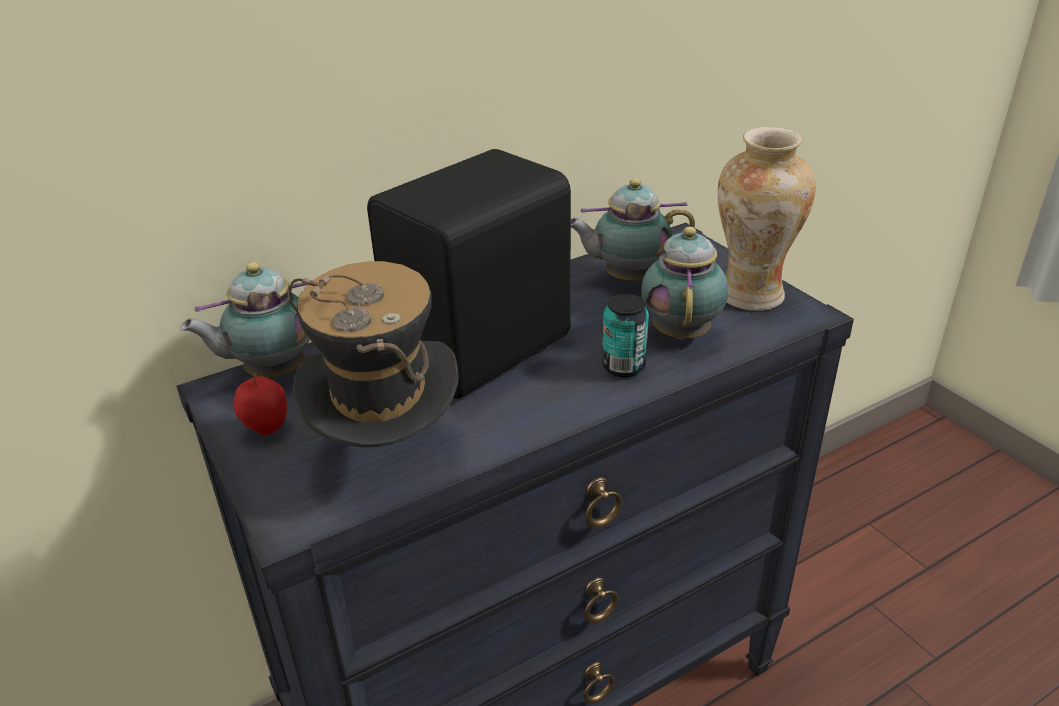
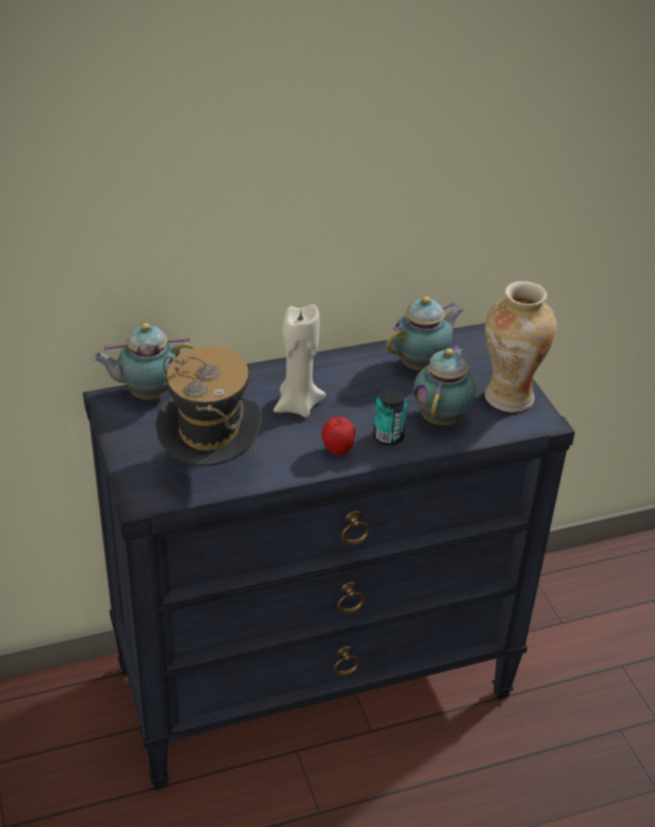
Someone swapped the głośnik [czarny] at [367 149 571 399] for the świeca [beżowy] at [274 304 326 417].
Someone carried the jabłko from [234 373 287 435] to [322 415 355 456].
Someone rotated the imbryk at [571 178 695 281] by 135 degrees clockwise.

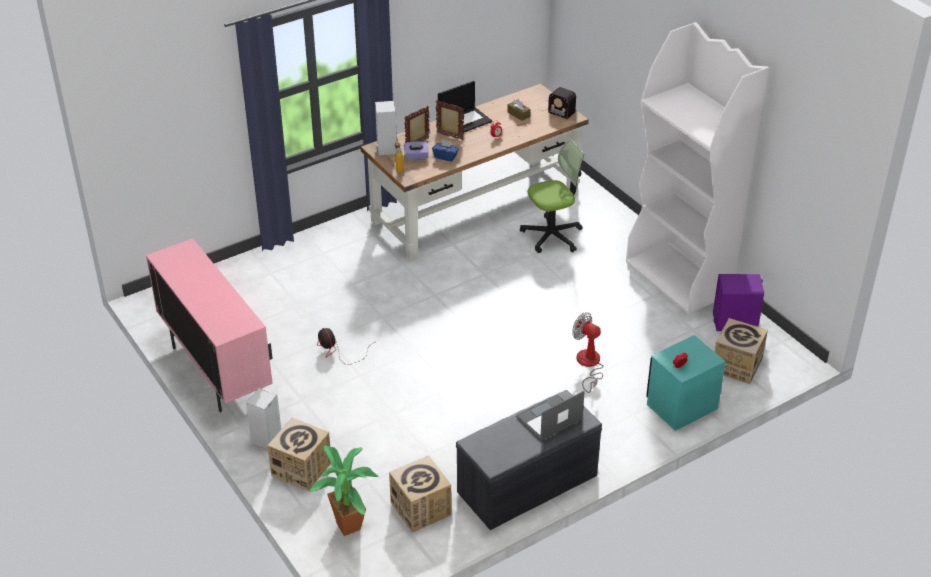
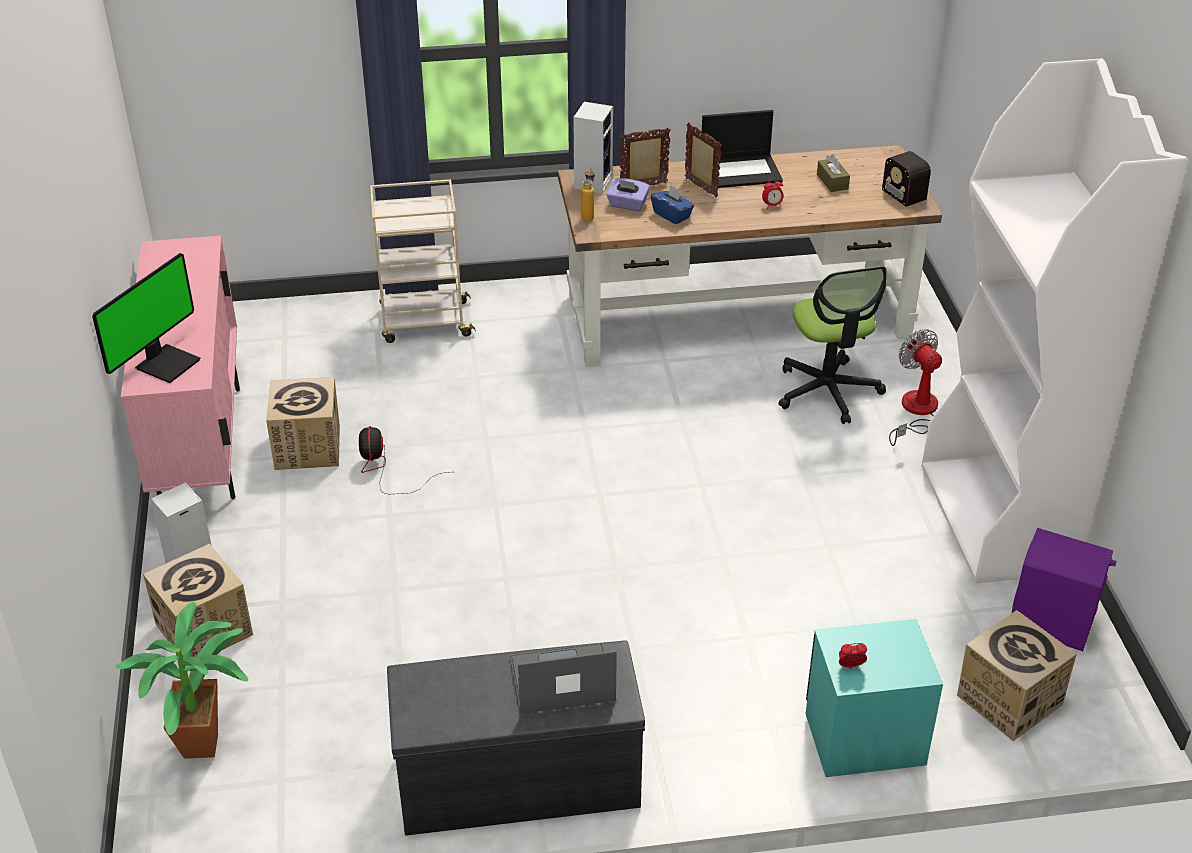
Someone put down the monitor at [92 253 201 383].
Someone carried the karton from [389 456 452 532] to [266 377 340 470].
Someone put down the wózek [beżowy] at [370 179 476 343].
Someone rotated the krzesło biurowe at [520 139 584 253] by 75 degrees clockwise.
Someone carried the wentylator from [572 312 603 393] to [889 329 942 446].

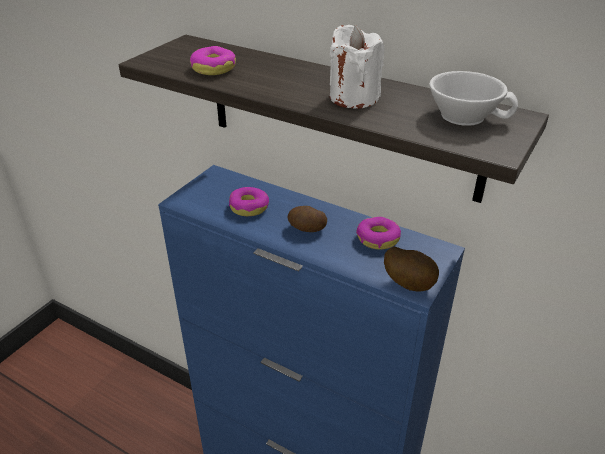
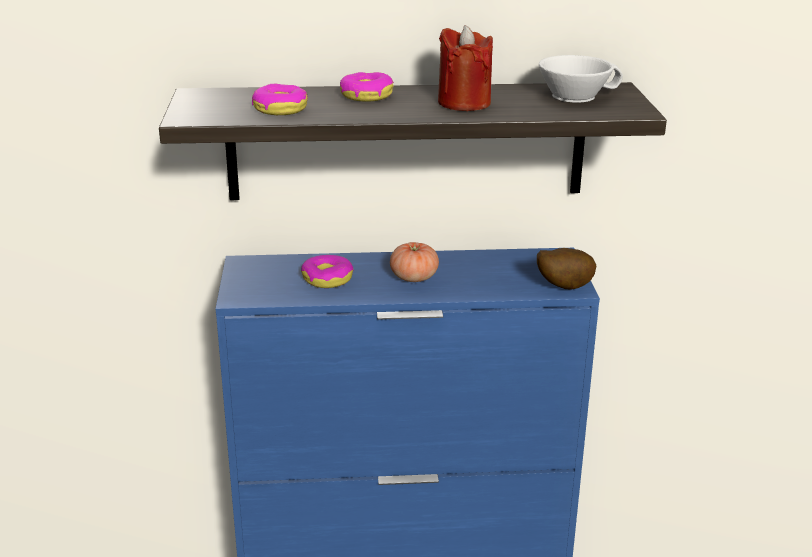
Someone carried the donut from [356 217 401 250] to [340 72 394 102].
Someone swapped the ziemniak at [288 206 327 232] for the pomidor at [390 242 439 282].
Someone repainted the świeca [biały] at [330 25 384 108], which became the świeca [czerwony] at [438 25 493 111].

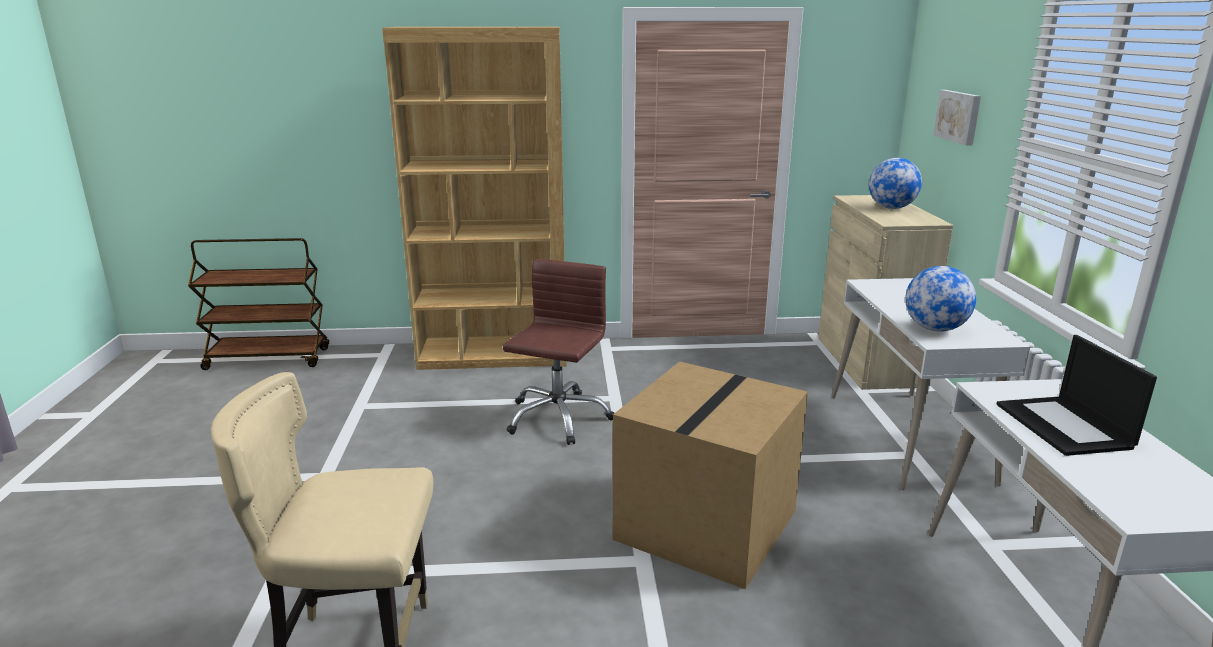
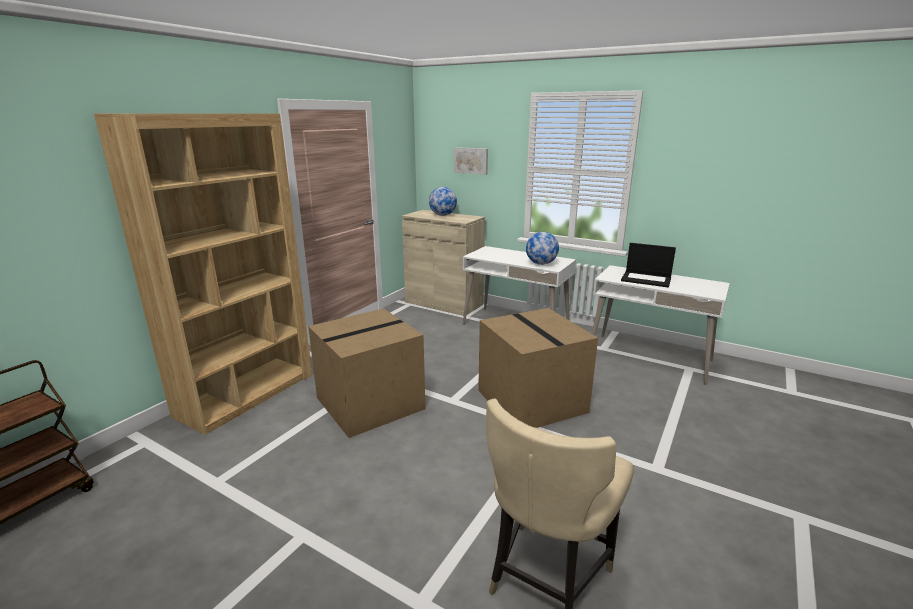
Someone swapped the krzesło biurowe [brązowy] at [503 259 614 445] for the karton at [308 308 426 438].

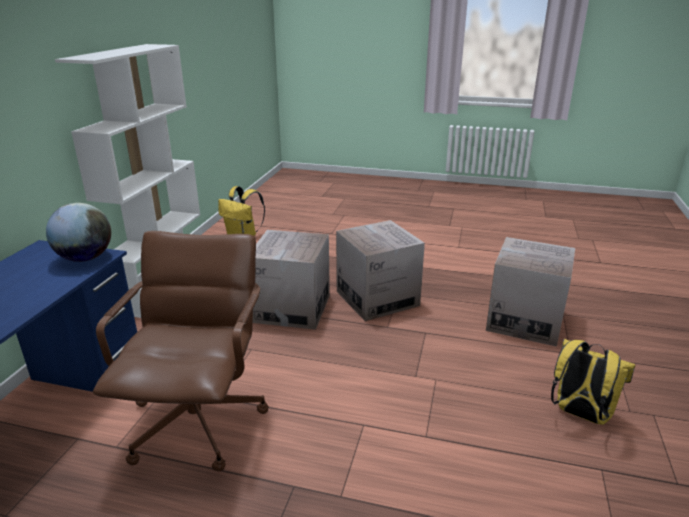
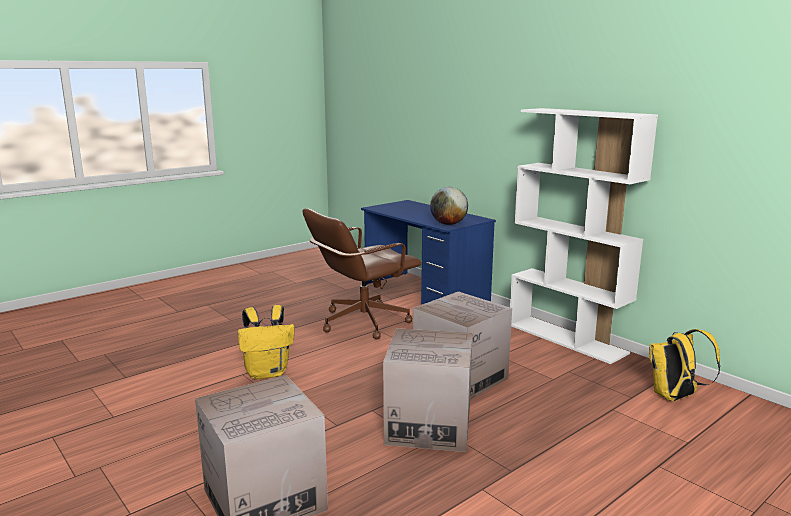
Someone carried the plecak [żółty] from [551 339 635 425] to [238 305 294 379].
Someone rotated the krzesło biurowe [brązowy] at [93 231 269 471] by 105 degrees clockwise.

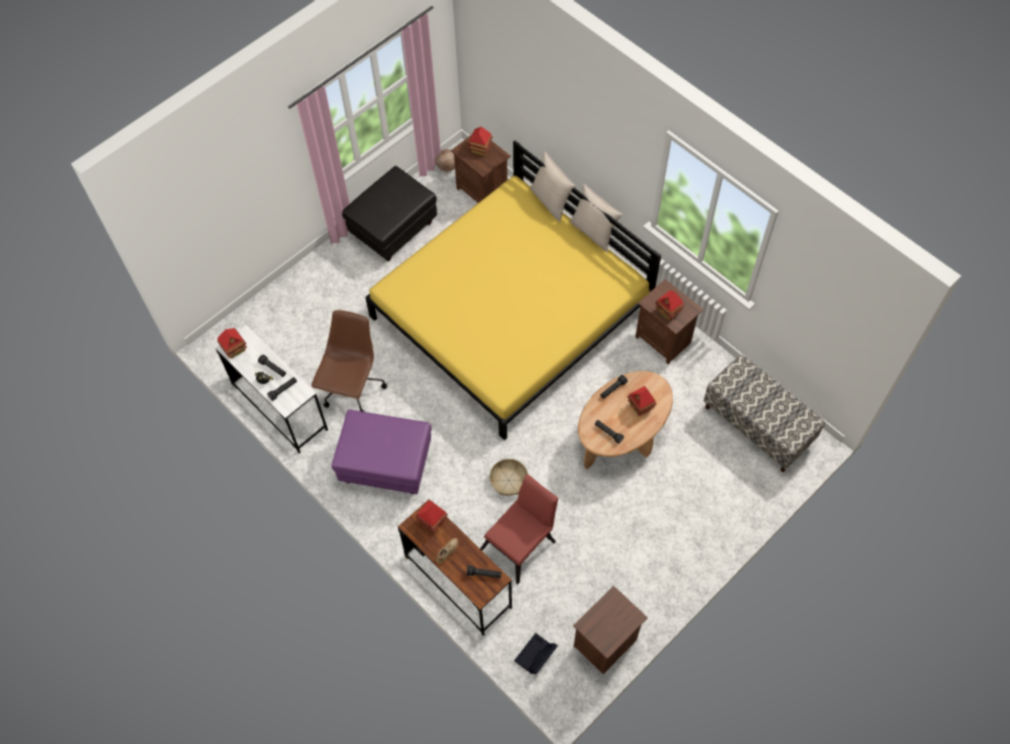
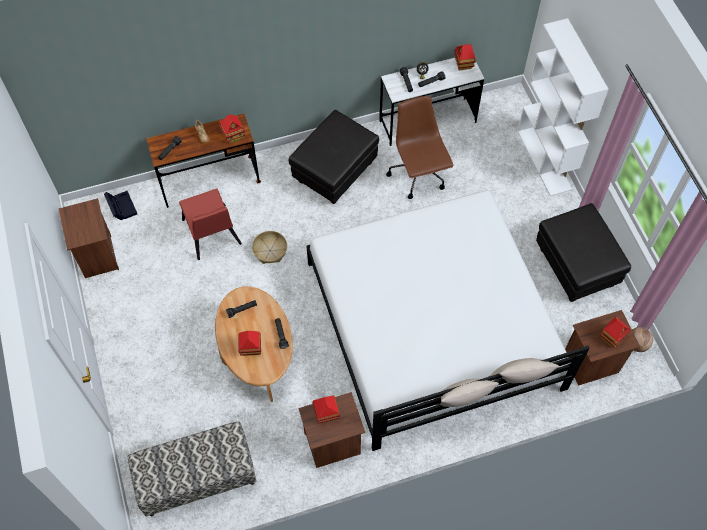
Someone repainted the pufa [fioletowy] at [332 410 432 494], which became the pufa [czarny] at [289 110 379 204].
Someone repainted the łóżko [żółty] at [365 141 661 441], which became the łóżko [biały] at [306 190 590 451].
Someone rotated the krzesło biurowe [brązowy] at [311 310 387 412] by 150 degrees counterclockwise.
Someone put down the regał [biały] at [517 18 608 196].

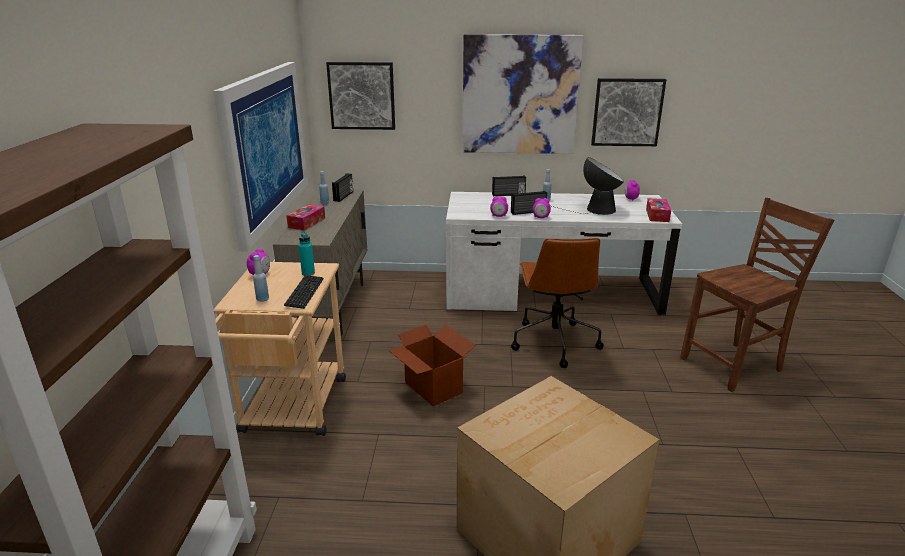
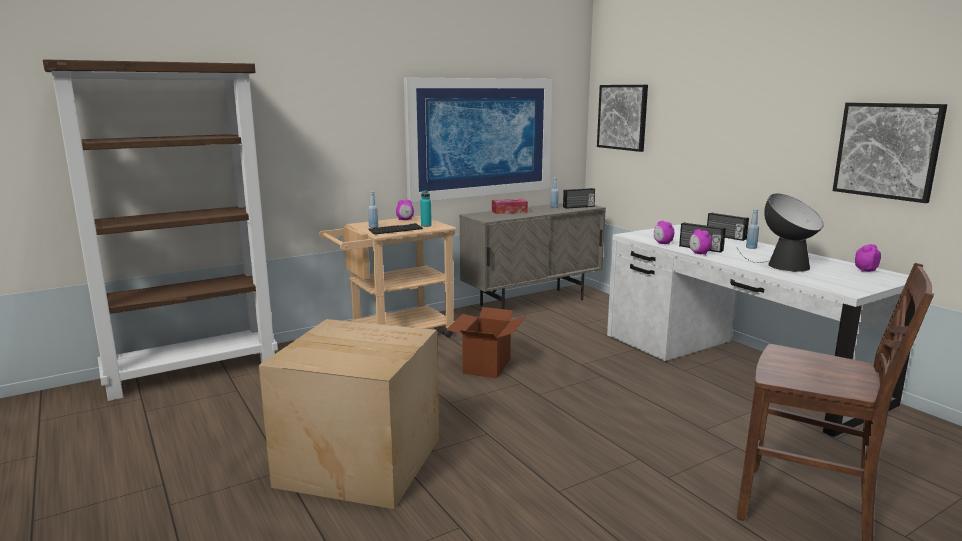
Someone took away the obraz at [463 34 584 154].
Someone took away the krzesło biurowe [brązowy] at [511 238 604 368].
Someone took away the pudełko chusteczek at [646 198 671 222].

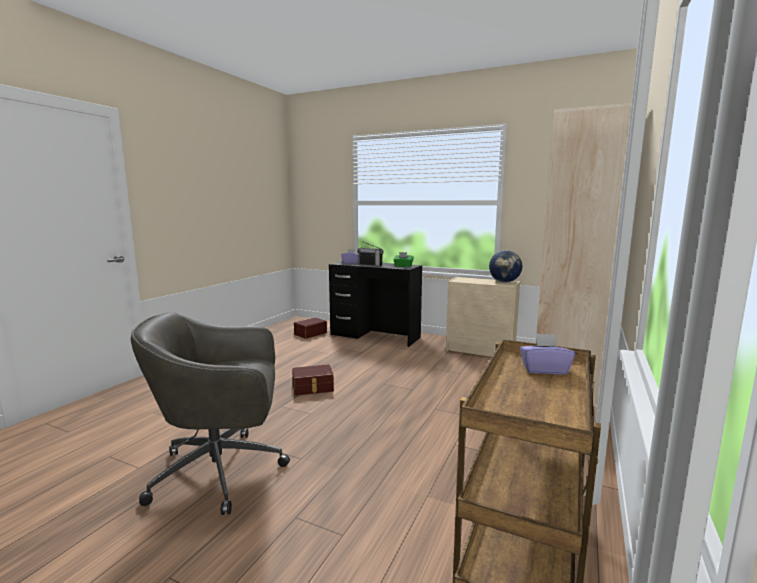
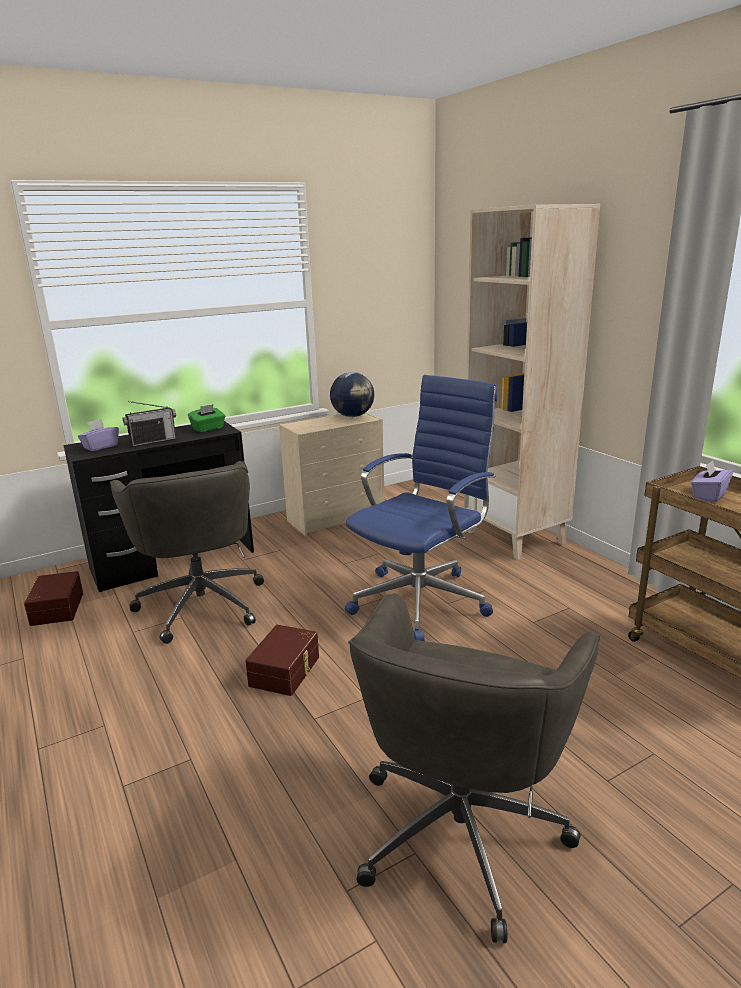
Someone put down the krzesło biurowe [szary] at [110 461 264 644].
Someone put down the krzesło biurowe [niebieski] at [345 375 497 641].

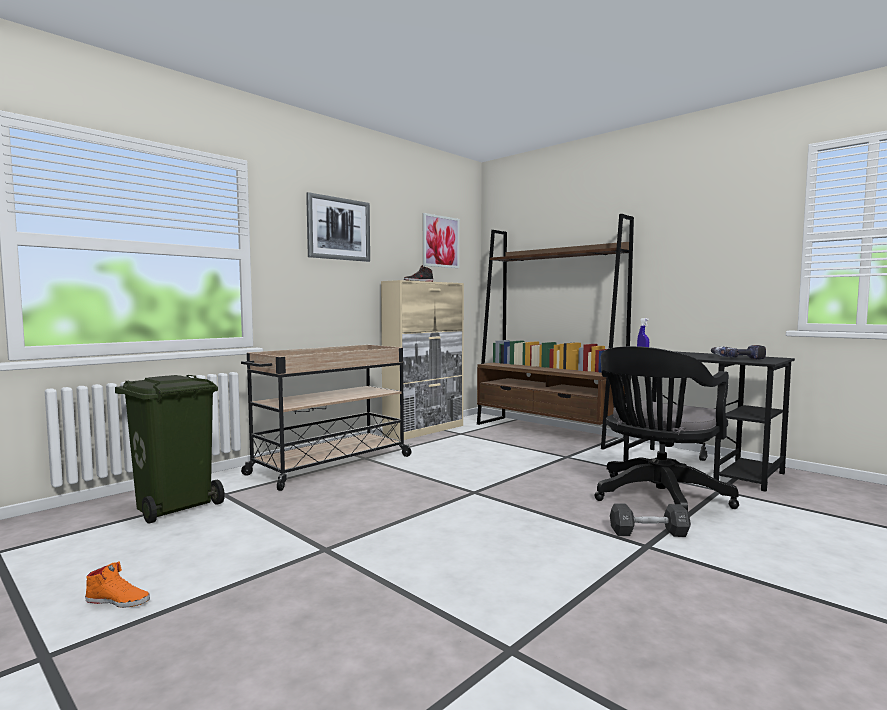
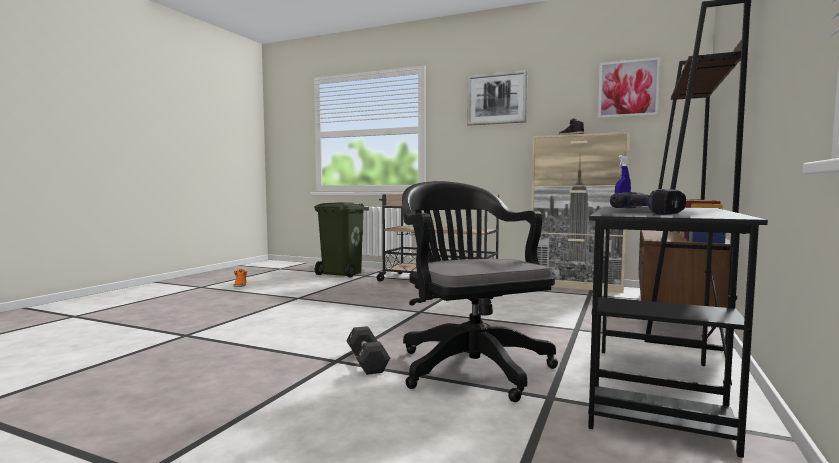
Someone rotated the krzesło biurowe [czarny] at [594 346 739 511] by 45 degrees clockwise.

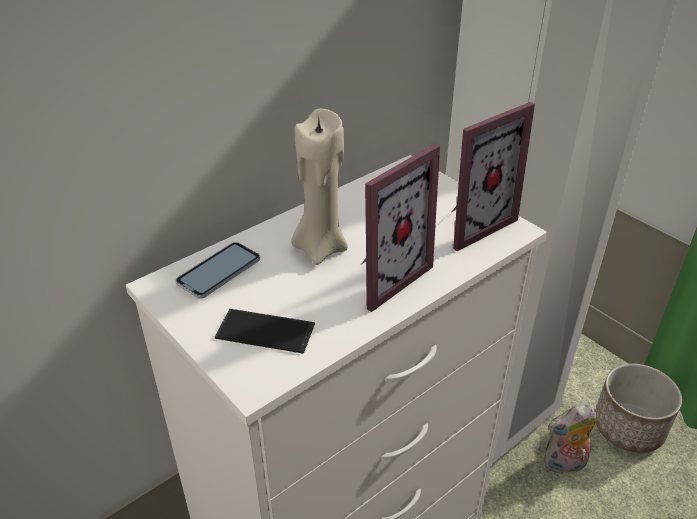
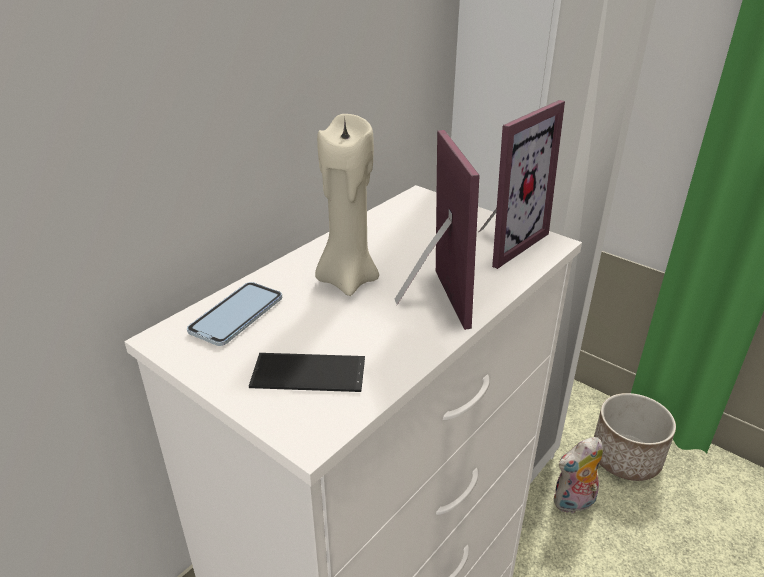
Someone rotated the ramka na zdjęcie at [362 144 440 312] by 45 degrees counterclockwise.

